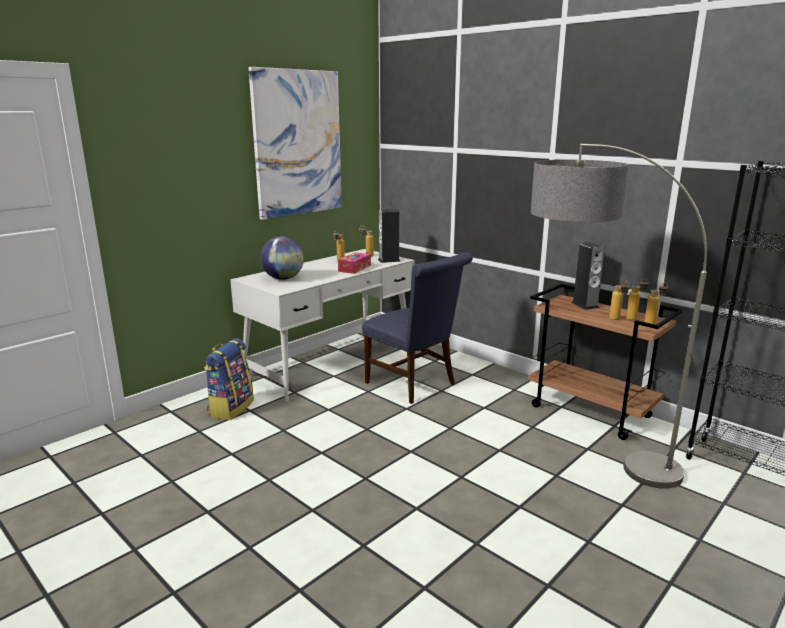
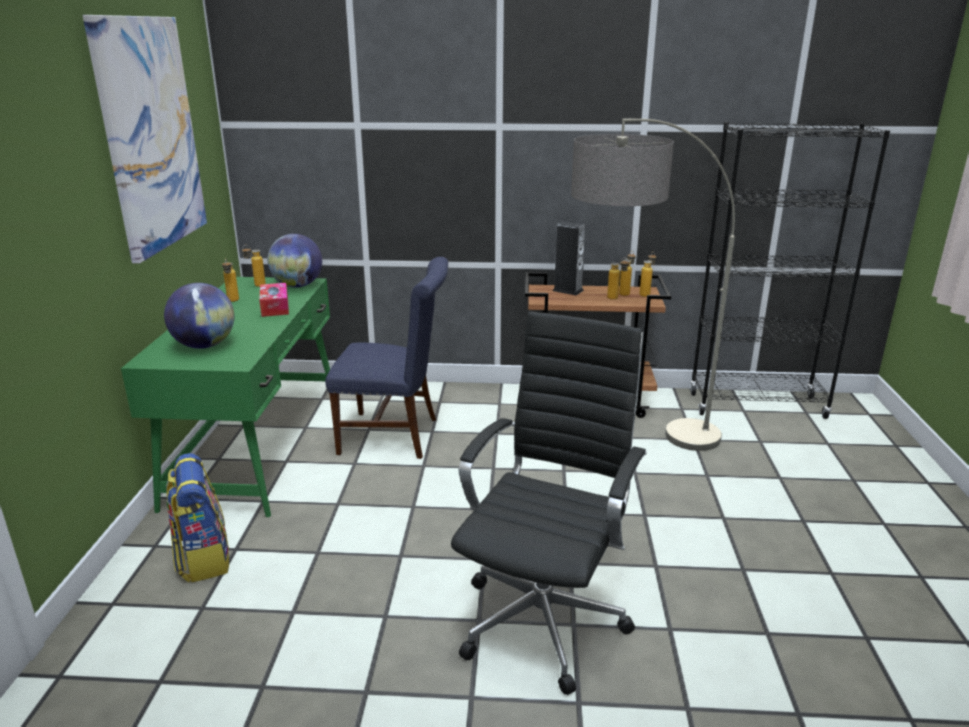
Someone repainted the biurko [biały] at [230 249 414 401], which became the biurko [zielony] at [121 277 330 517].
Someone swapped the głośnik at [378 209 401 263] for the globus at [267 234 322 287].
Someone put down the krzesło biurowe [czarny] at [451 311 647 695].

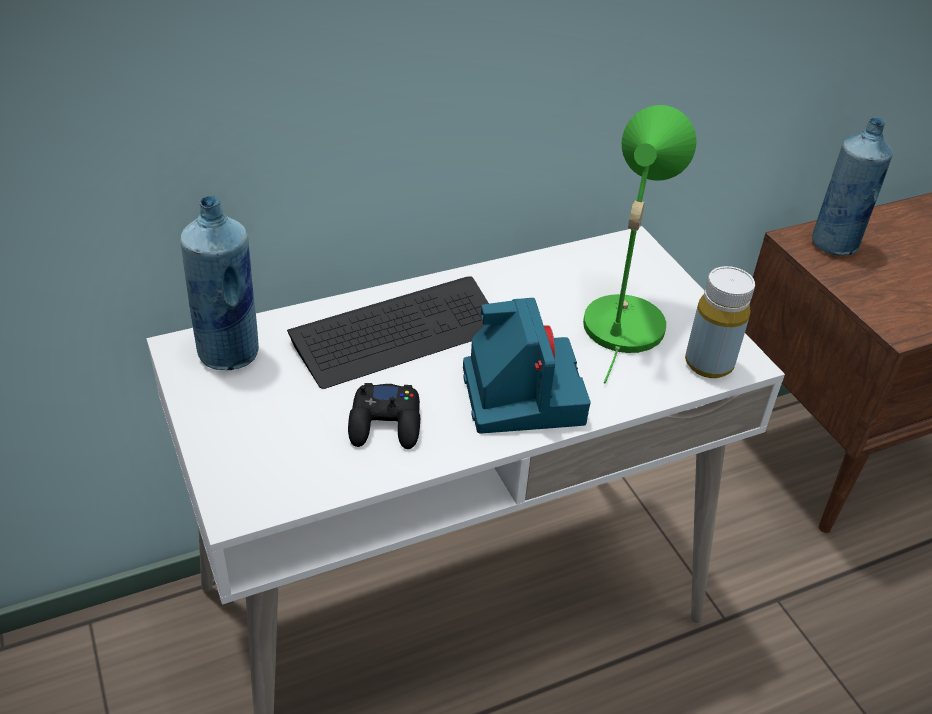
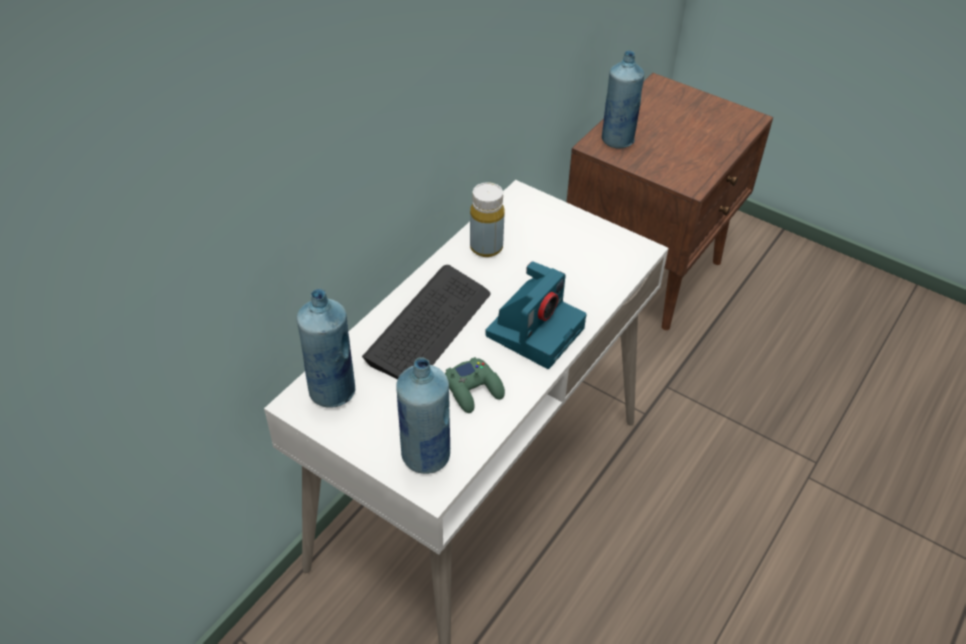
Someone put down the butelka [niebieski] at [396 357 450 474].
Someone repainted the pad do gier [czarny] at [348 383 420 449], which became the pad do gier [zielony] at [445 357 505 413].
Someone carried the butelka [żółty] from [685 266 755 378] to [470 182 505 257].
Someone rotated the aparat fotograficzny at [463 298 590 434] by 75 degrees clockwise.
Someone took away the lampa stołowa [zielony] at [583 105 696 383].

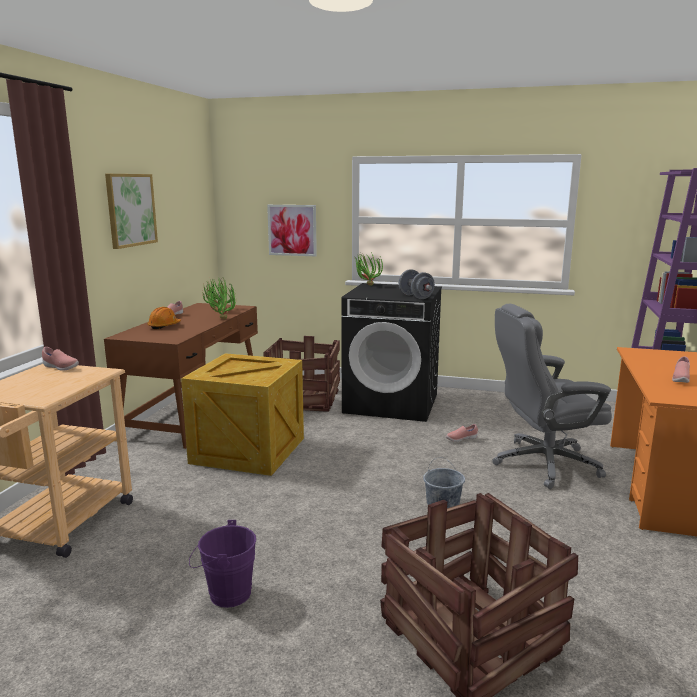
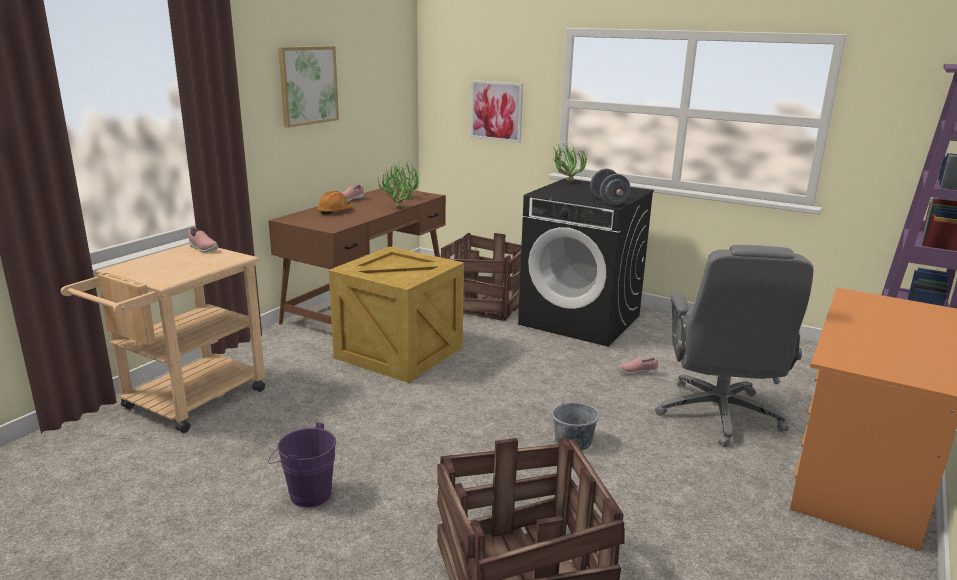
Someone rotated the krzesło biurowe [szary] at [492 304 612 489] by 90 degrees counterclockwise.
Someone took away the but [różowy] at [672 356 690 383].

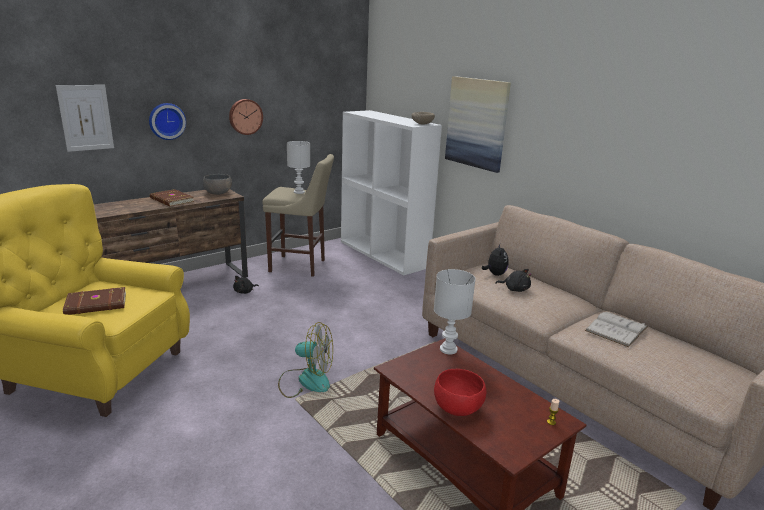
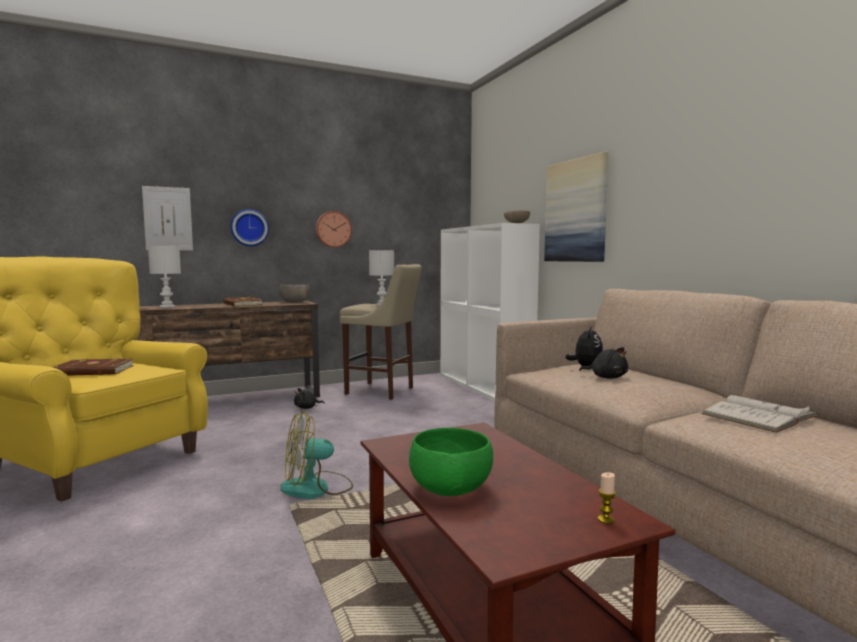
Someone carried the lampa stołowa [biały] from [434 269 476 354] to [148 245 181 308].
Someone rotated the wentylator at [278 322 333 398] by 135 degrees clockwise.
Someone repainted the miska [czerwony] at [434 369 486 416], which became the miska [zielony] at [409 428 493 496].

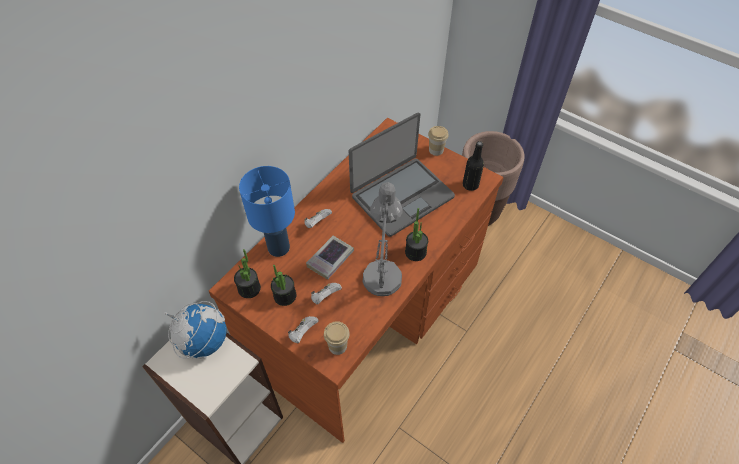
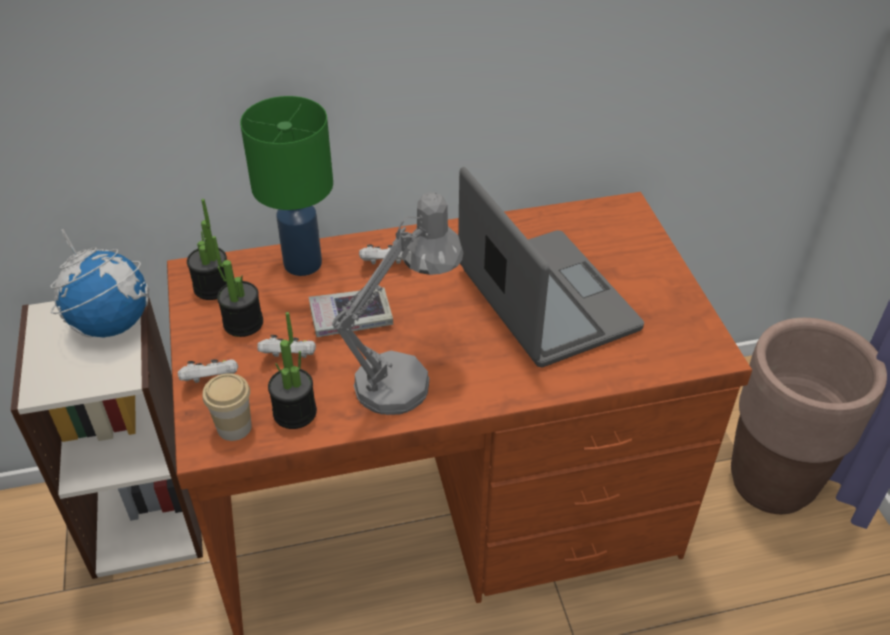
Someone repainted the lampa stołowa [niebieski] at [239 166 295 257], which became the lampa stołowa [zielony] at [240 96 333 276].
Someone carried the roślina doniczkowa from [405 208 428 261] to [268 312 317 429].
Someone rotated the laptop at [349 112 455 237] by 120 degrees counterclockwise.
Someone took away the filiżanka at [428 126 448 156].
Someone took away the butelka [czarny] at [463 141 484 191].

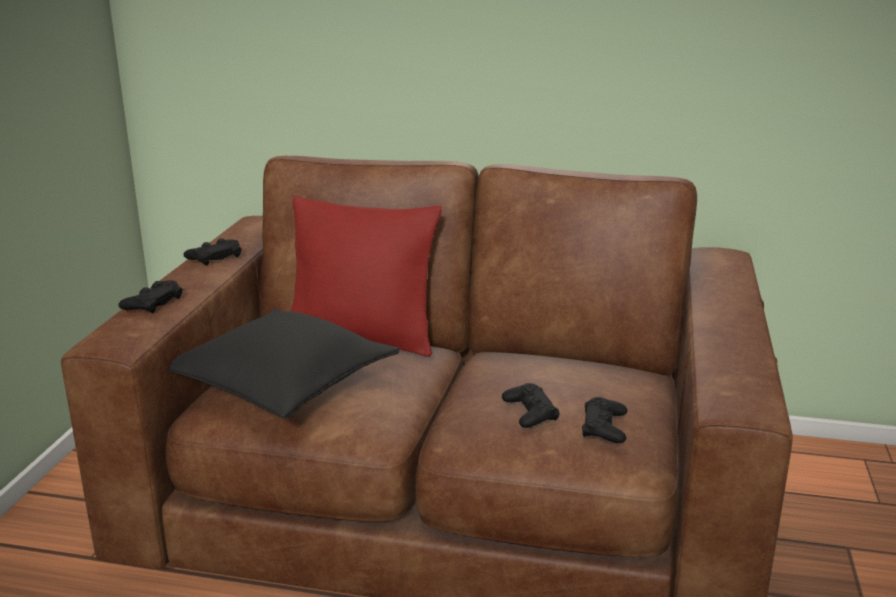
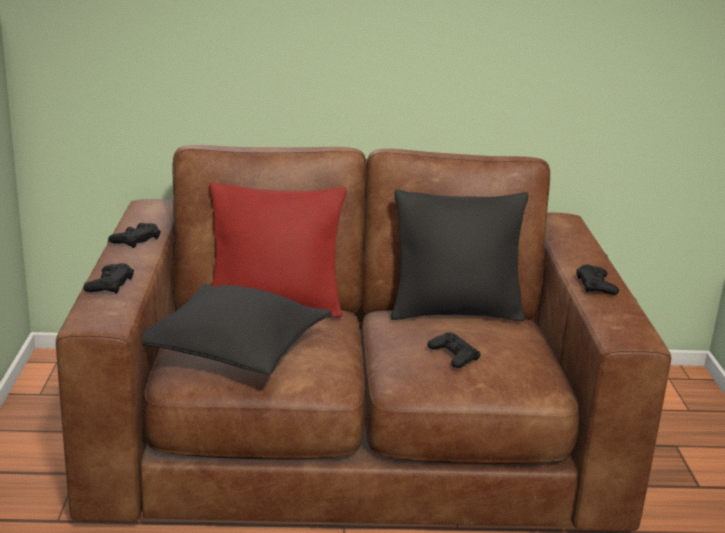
Someone put down the poduszka [czarny] at [391 189 528 321].
Someone carried the pad do gier [czarny] from [582 397 628 443] to [576 264 619 295].

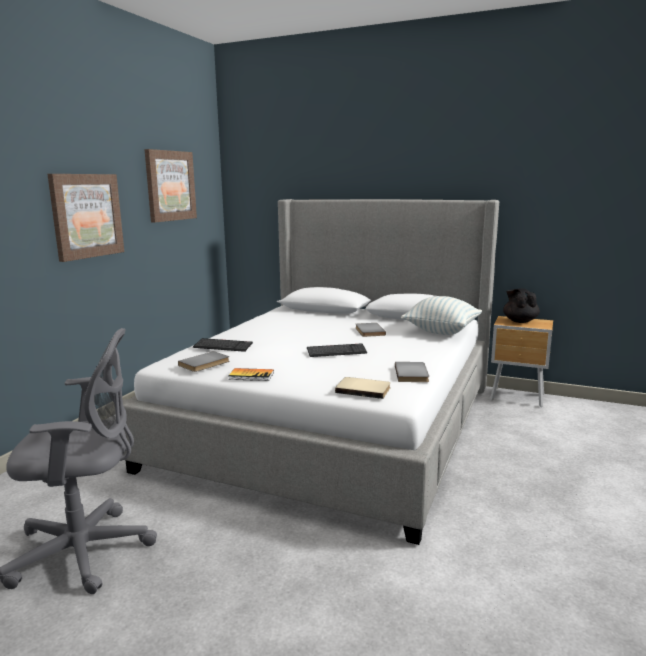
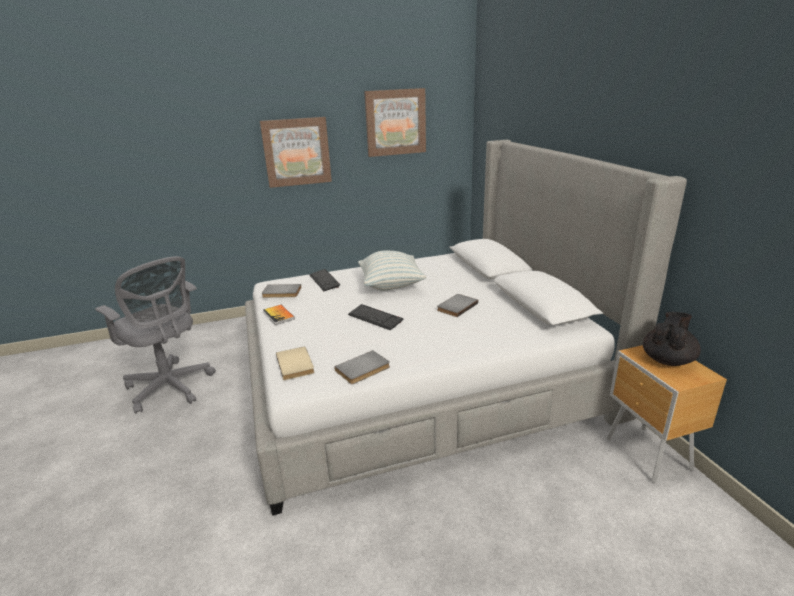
Someone carried the poduszka from [401 296 482 335] to [358 251 426 291].

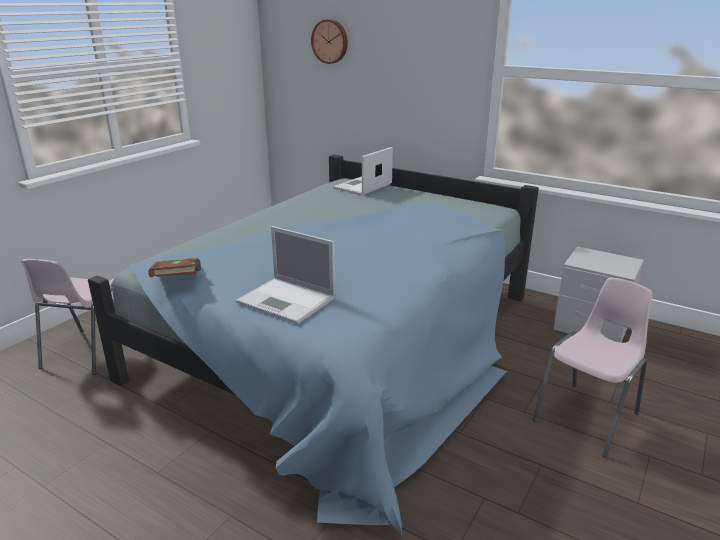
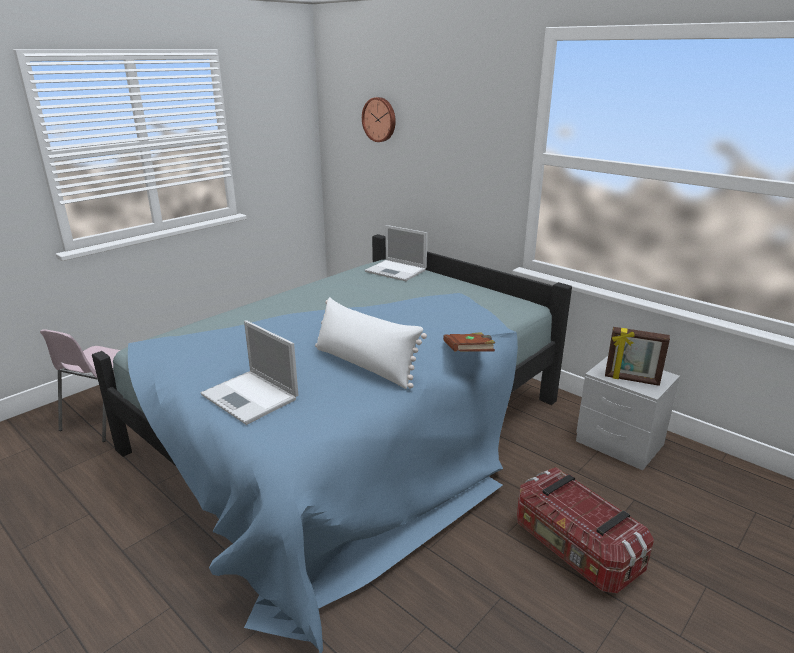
Someone put down the poduszka [biały] at [315 297 427 389].
Someone rotated the laptop at [333 147 393 195] by 105 degrees counterclockwise.
Someone carried the książka [brązowy] from [148 257 201 278] to [443 332 495 352].
Someone swapped the krzesło [różowy] at [532 278 653 457] for the pojemnik do przechowywania at [517 467 654 593].
Someone put down the ramka na zdjęcie at [605 327 670 386].

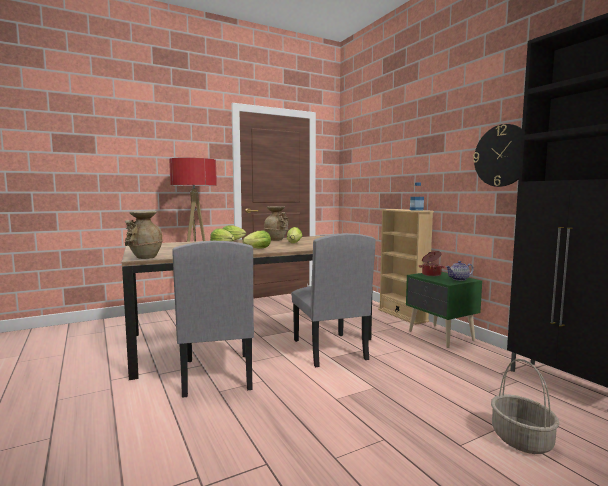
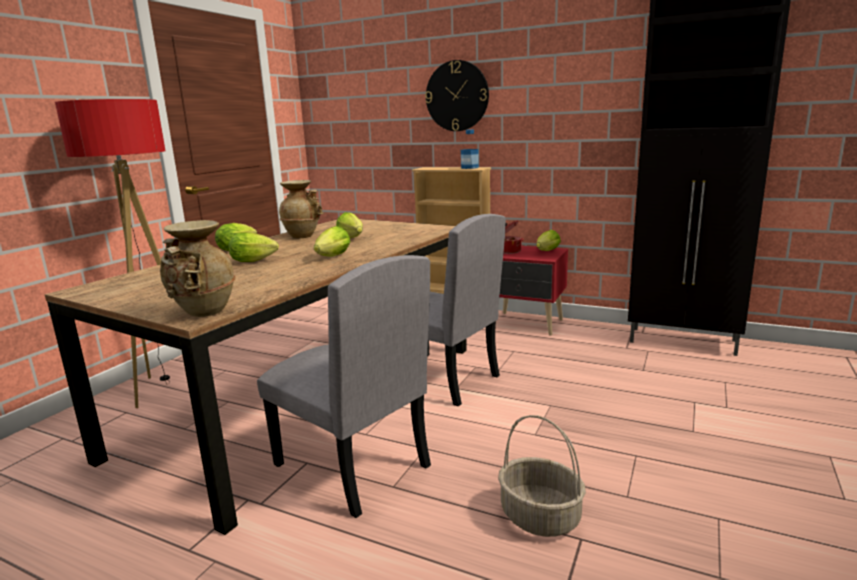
Someone carried the zegar ścienny from [473 124 522 187] to [425 60 489 131].
Someone carried the koszyk from [491 359 560 454] to [498 415 586 537].
Someone repainted the szafka nocna [zielony] at [406 272 482 348], which became the szafka nocna [czerwony] at [499 246 568 336].
Someone swapped the imbryk at [446 261 473 281] for the sałata at [536 230 561 251].

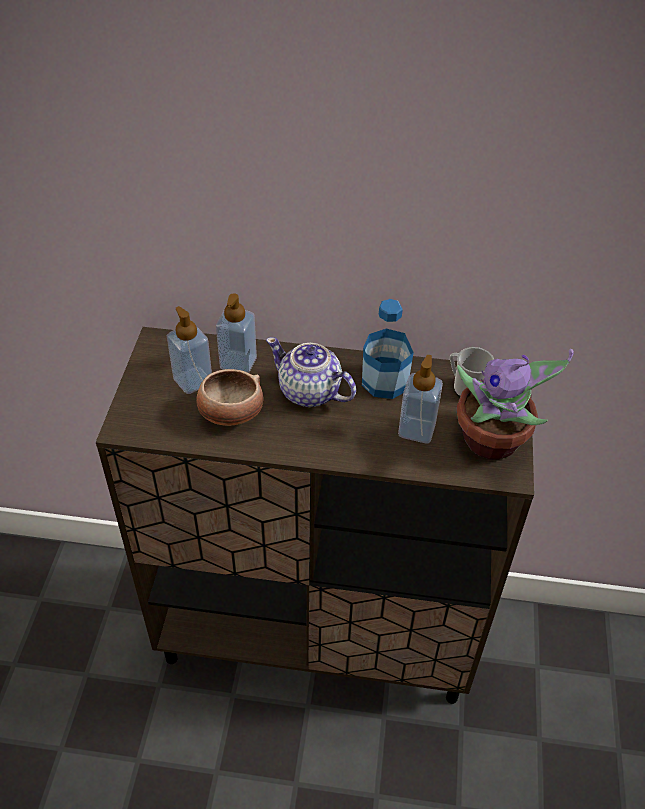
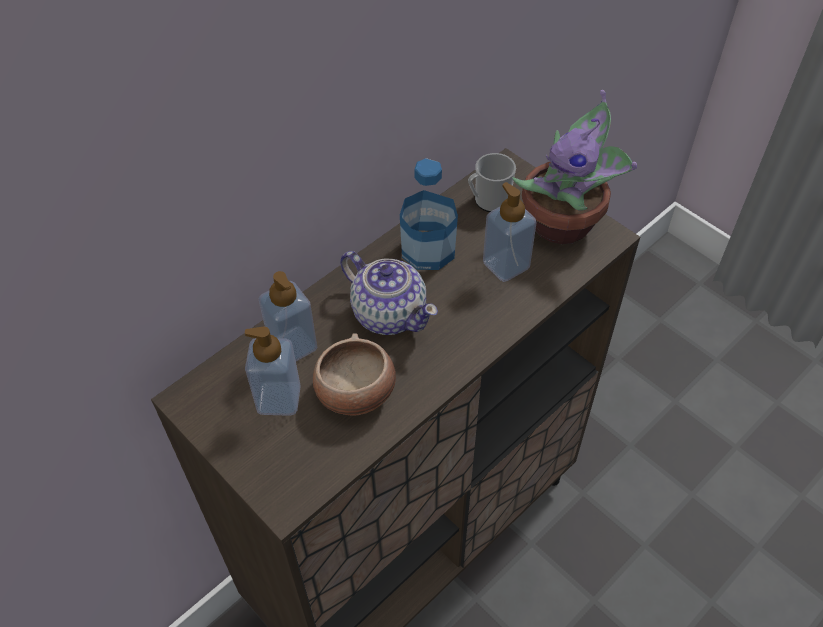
Someone rotated the imbryk at [266 337 356 407] by 120 degrees counterclockwise.

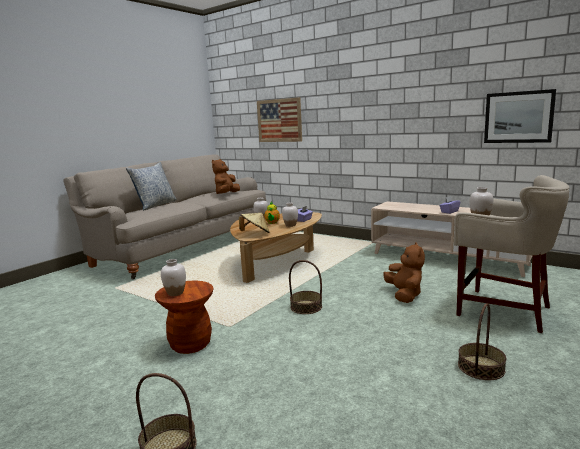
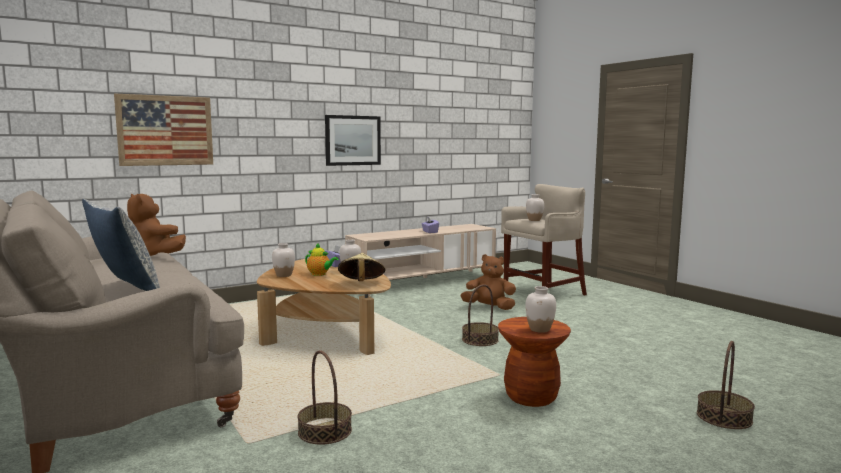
Someone carried the koszyk from [458 303 507 380] to [297 350 352 445].
Someone carried the obraz from [484 89 556 143] to [325 115 381 166].

